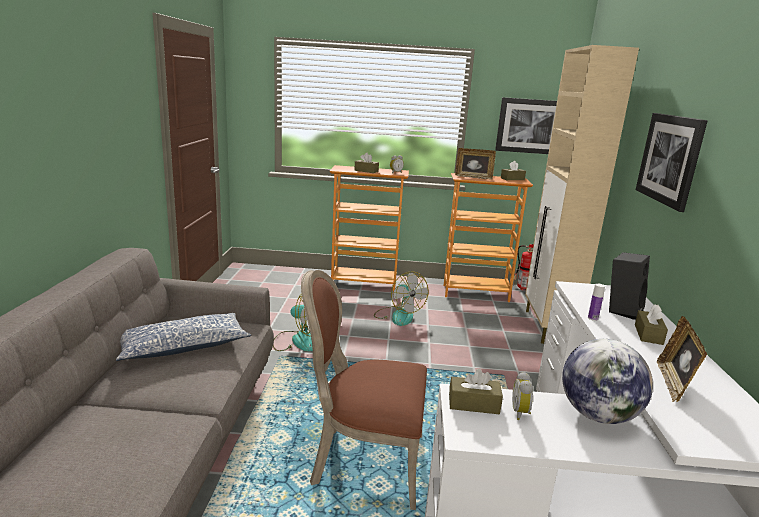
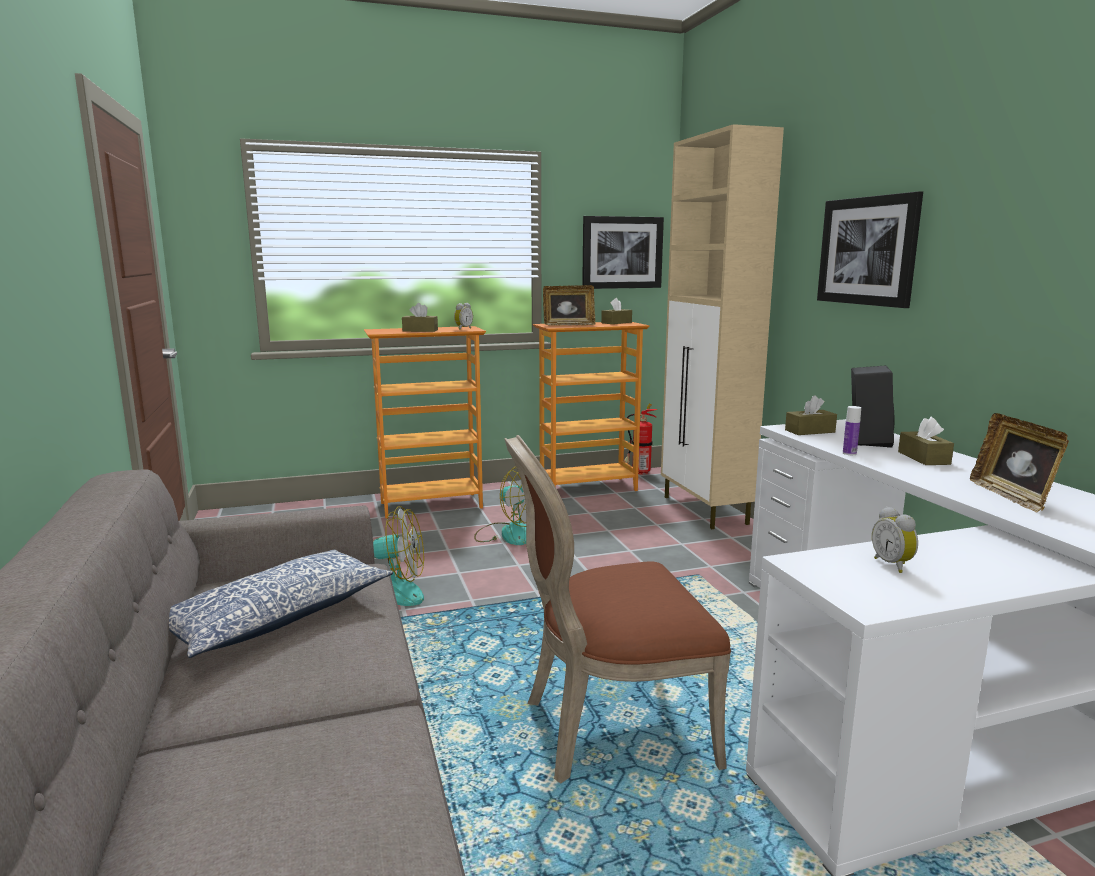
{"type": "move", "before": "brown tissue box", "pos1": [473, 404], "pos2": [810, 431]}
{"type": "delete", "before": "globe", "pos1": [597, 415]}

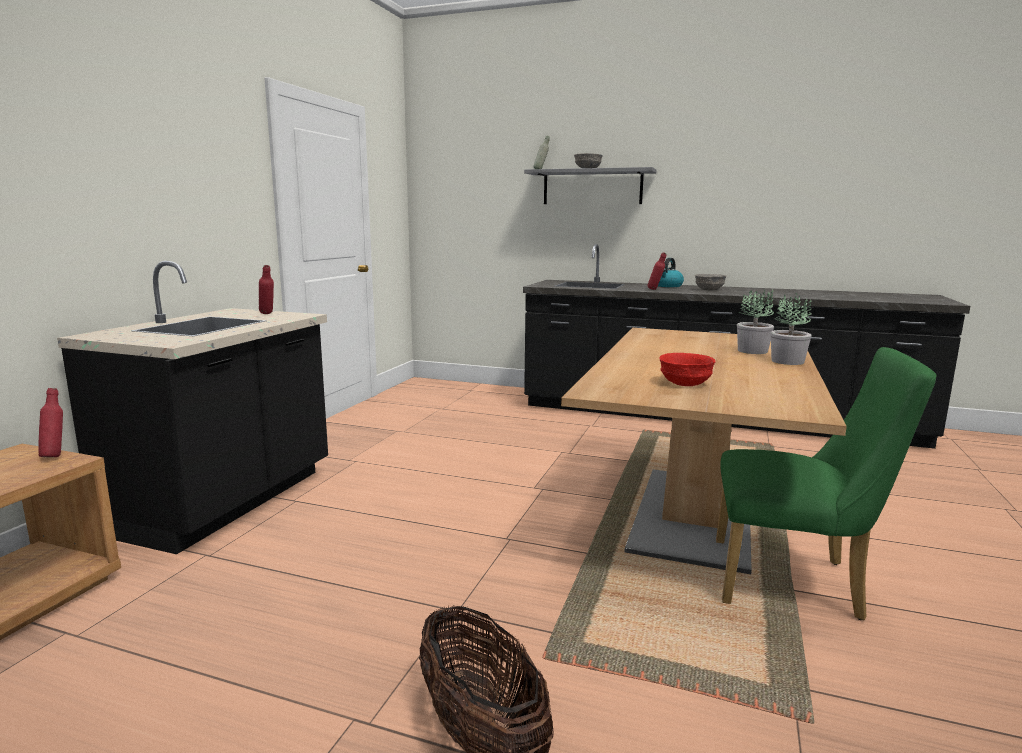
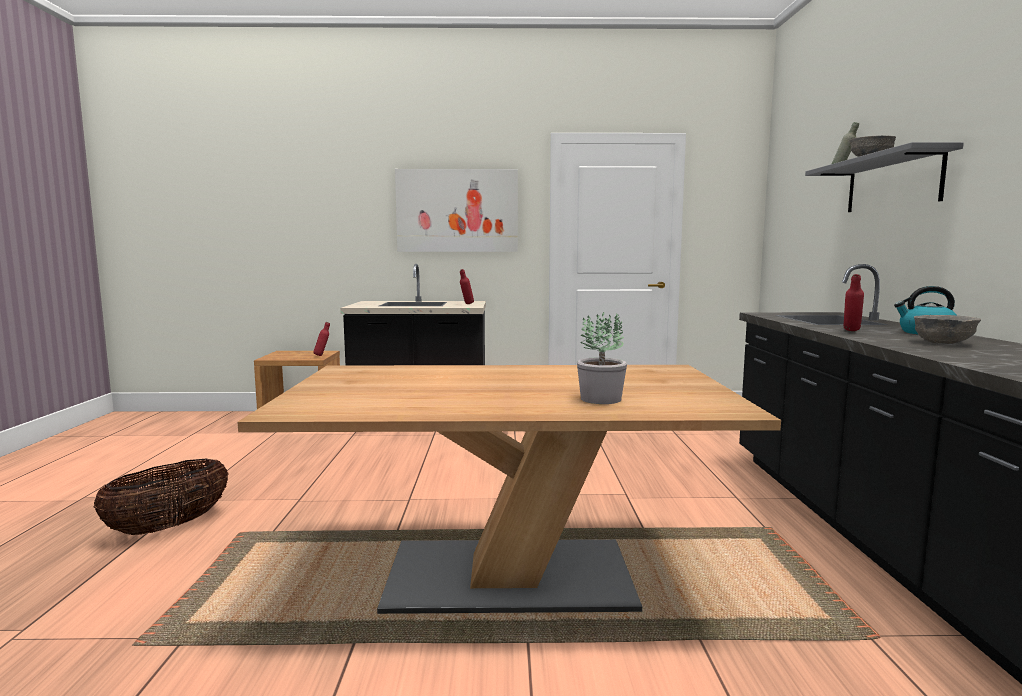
{"type": "insert", "after": "picture", "pos2": [457, 211]}
{"type": "delete", "before": "red bowl", "pos1": [686, 383]}
{"type": "delete", "before": "green chair", "pos1": [797, 583]}
{"type": "delete", "before": "potted plant", "pos1": [787, 361]}

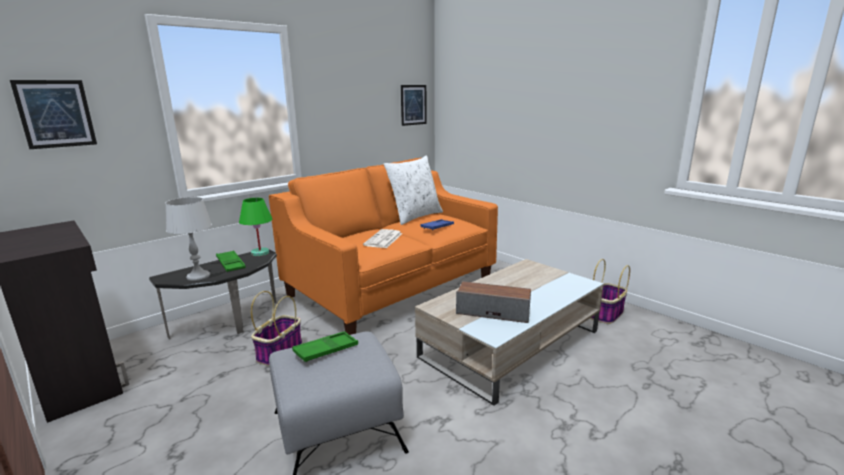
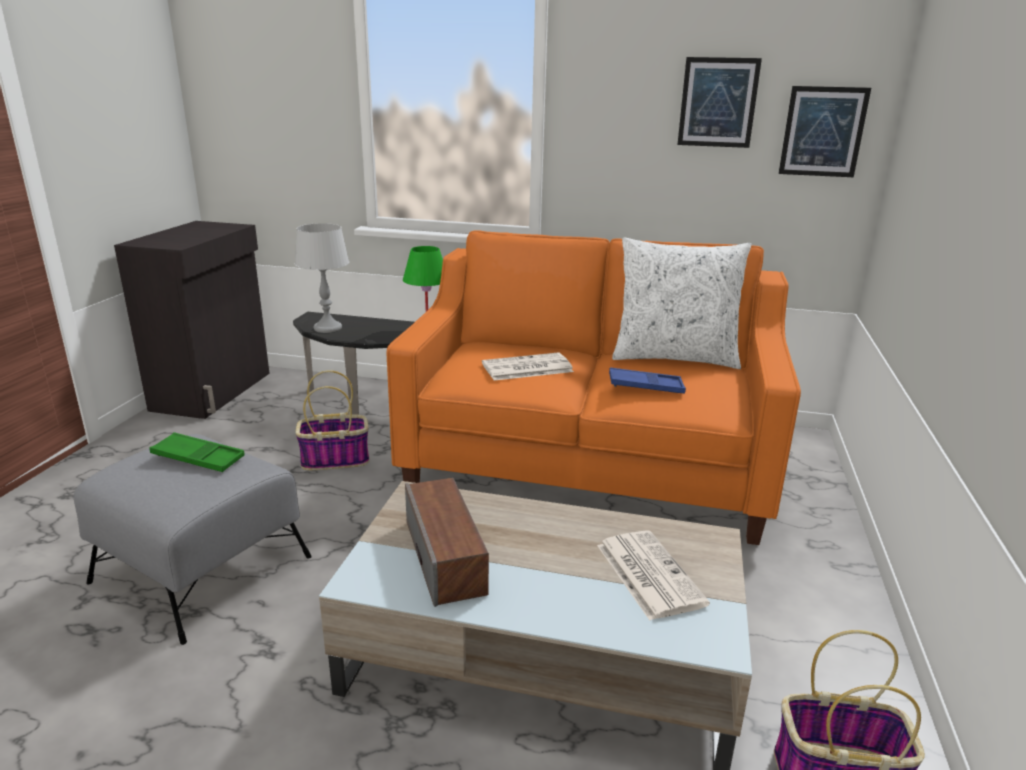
{"type": "insert", "after": "newspaper", "pos2": [647, 573]}
{"type": "move", "before": "picture", "pos1": [55, 114], "pos2": [718, 102]}
{"type": "delete", "before": "green tray", "pos1": [231, 264]}

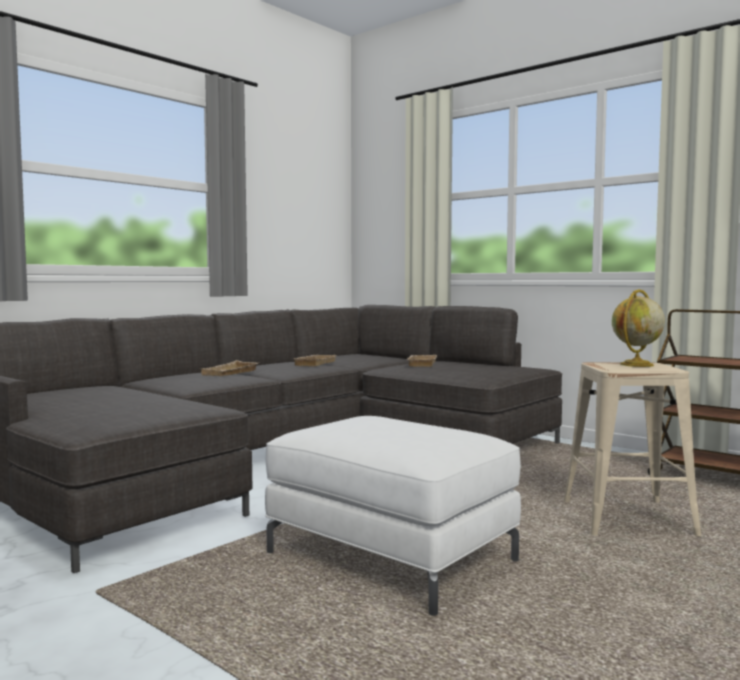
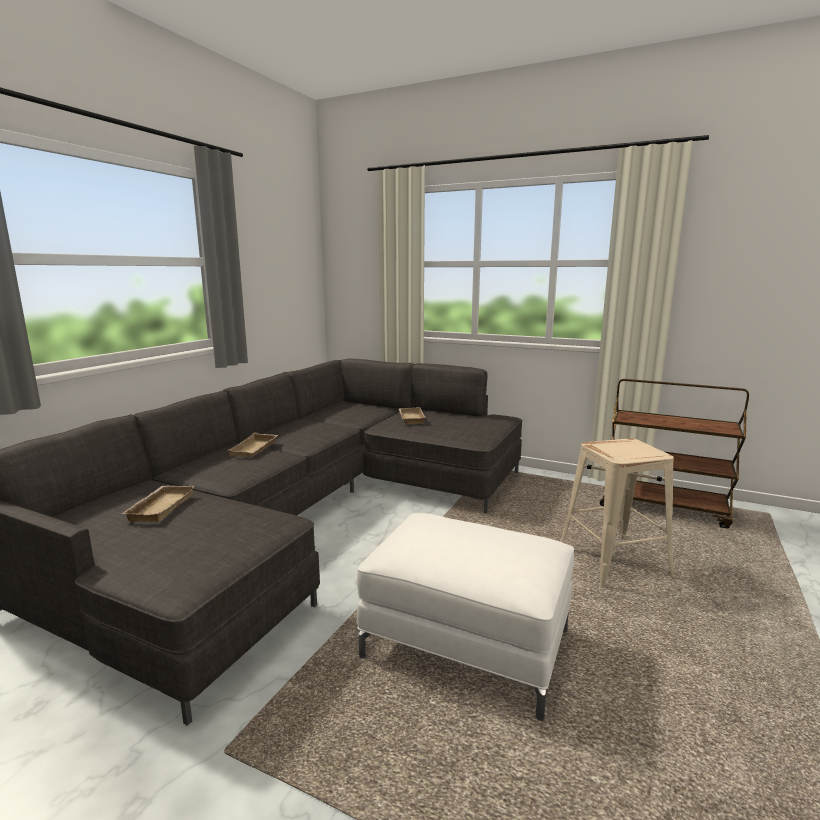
{"type": "move", "before": "beige tray", "pos1": [313, 363], "pos2": [159, 507]}
{"type": "delete", "before": "globe", "pos1": [636, 365]}

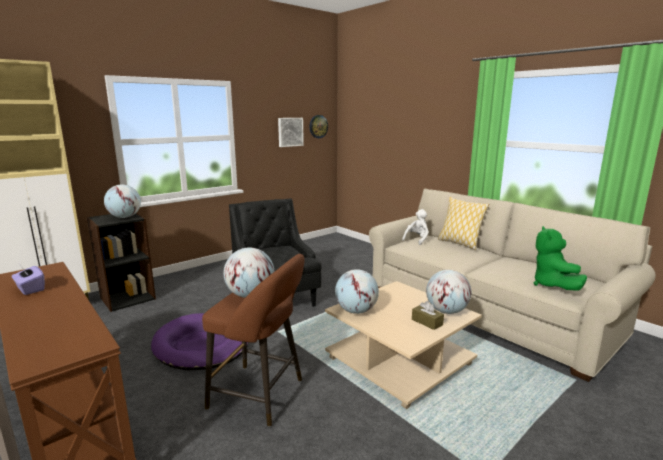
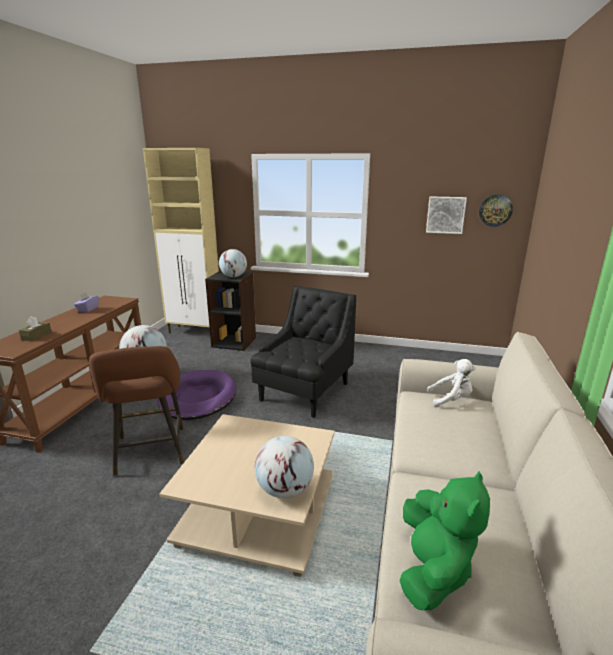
{"type": "move", "before": "brown tissue box", "pos1": [427, 322], "pos2": [36, 336]}
{"type": "rotate", "before": "green plush toy", "pos1": [552, 285], "pos2": [433, 570], "turn": 135}
{"type": "delete", "before": "globe", "pos1": [356, 311]}
{"type": "delete", "before": "pillow", "pos1": [459, 243]}

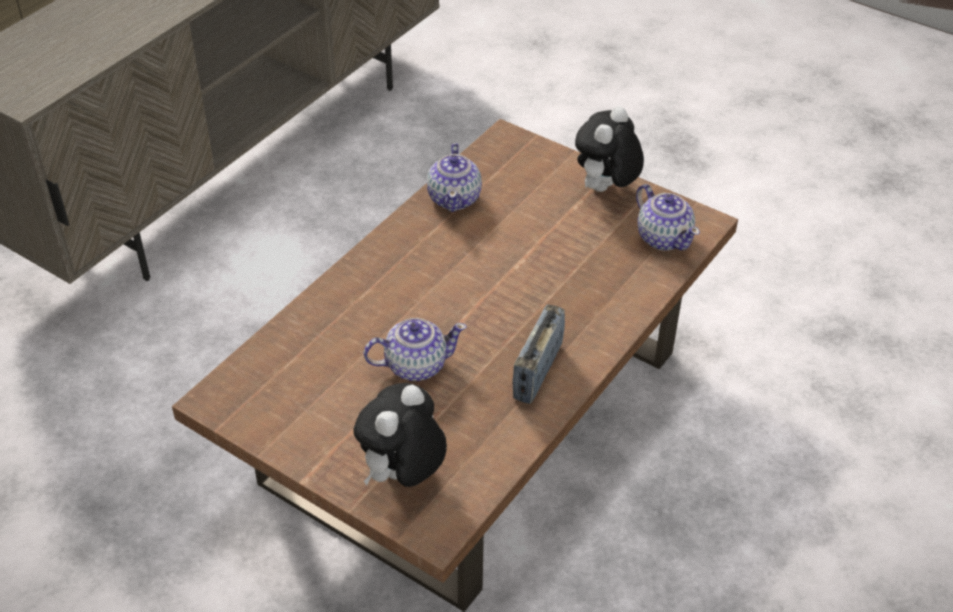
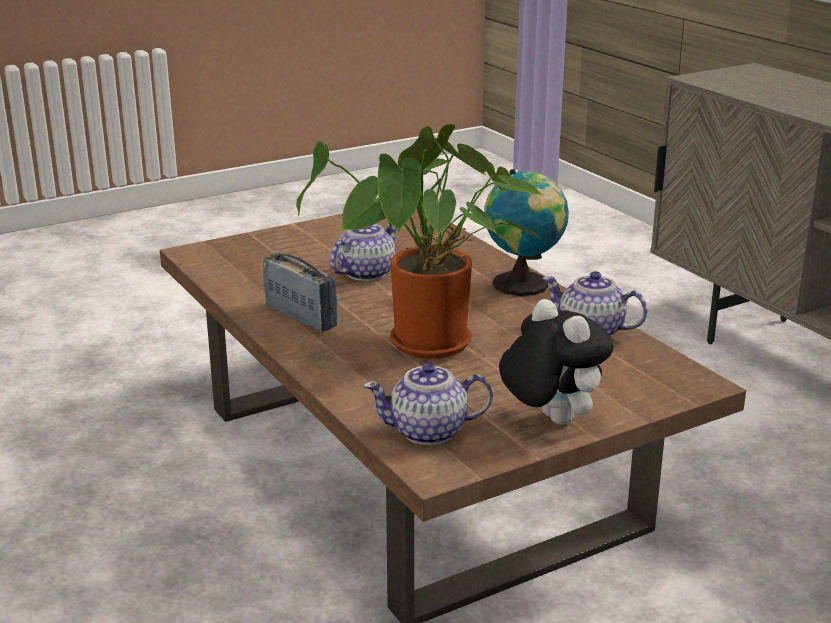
{"type": "insert", "after": "potted plant", "pos2": [427, 347]}
{"type": "rotate", "before": "teapot", "pos1": [415, 365], "pos2": [365, 273], "turn": -150}
{"type": "insert", "after": "globe", "pos2": [524, 285]}
{"type": "delete", "before": "plush toy", "pos1": [402, 476]}

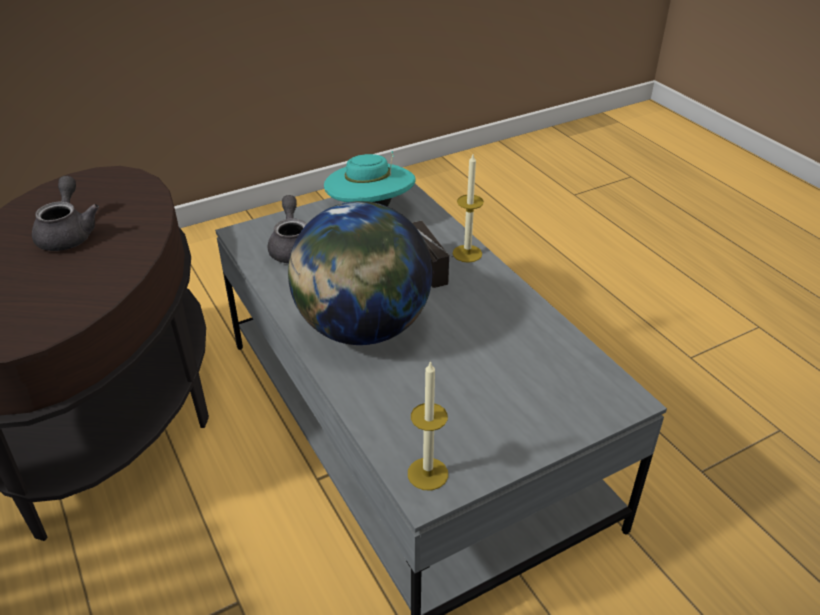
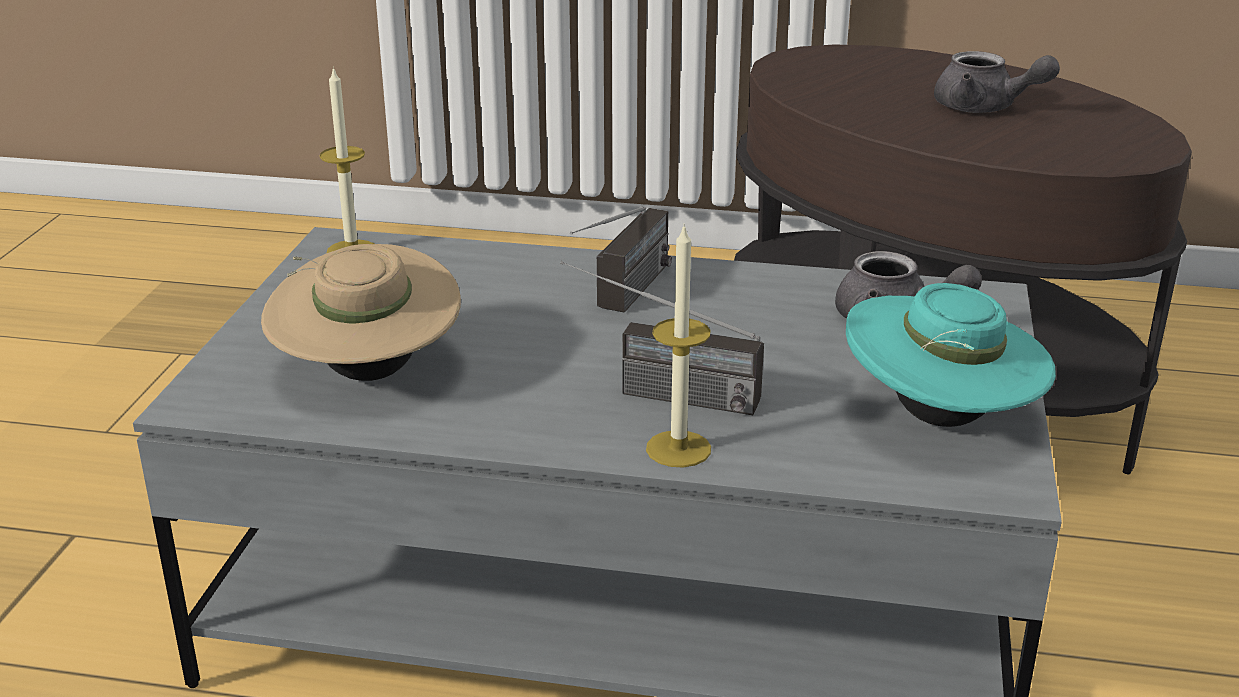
{"type": "insert", "after": "beige hat", "pos2": [367, 372]}
{"type": "replace", "before": "globe", "after": "radio", "pos1": [362, 328], "pos2": [624, 299]}

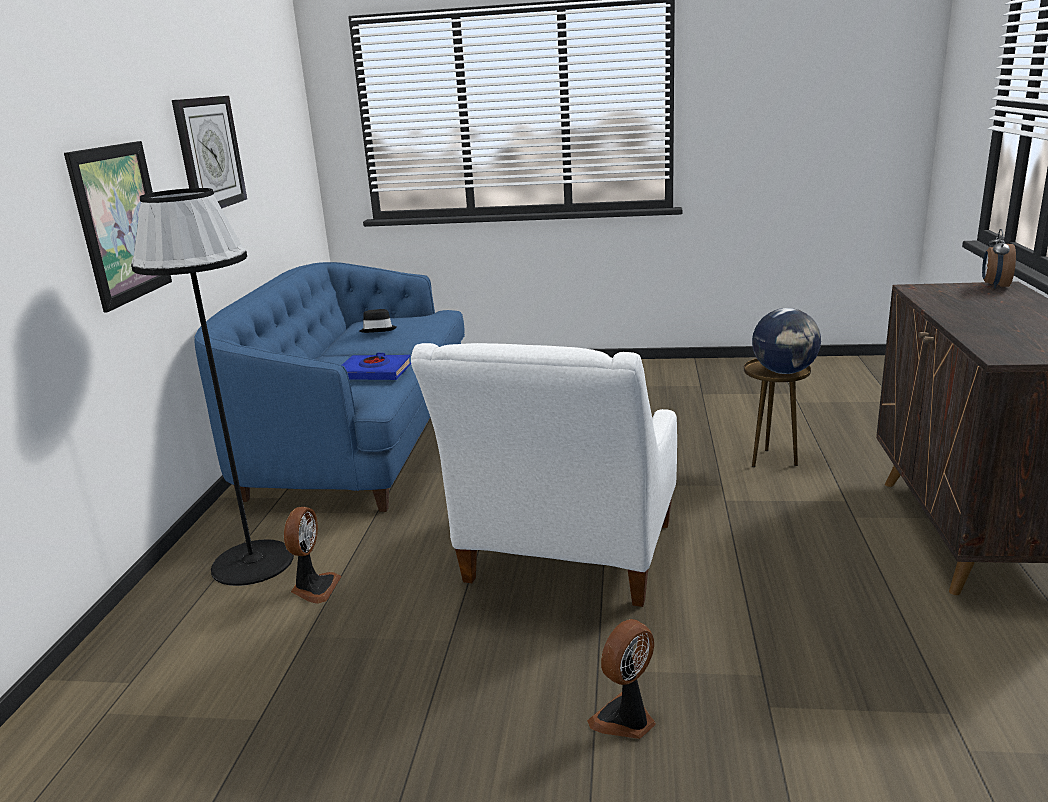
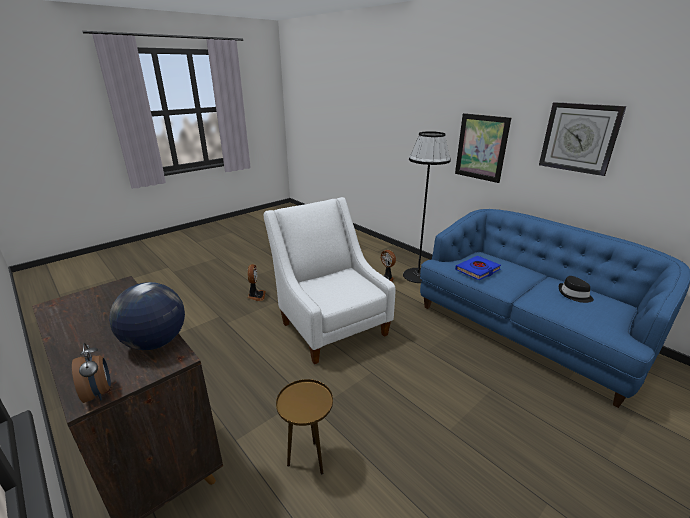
{"type": "move", "before": "globe", "pos1": [784, 372], "pos2": [155, 342]}

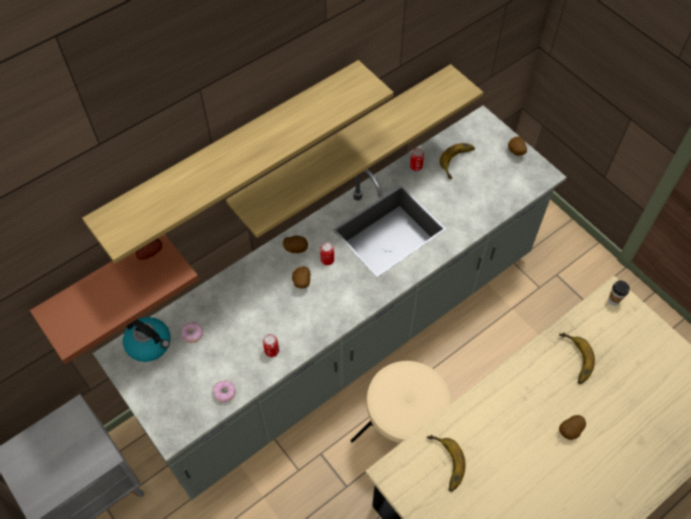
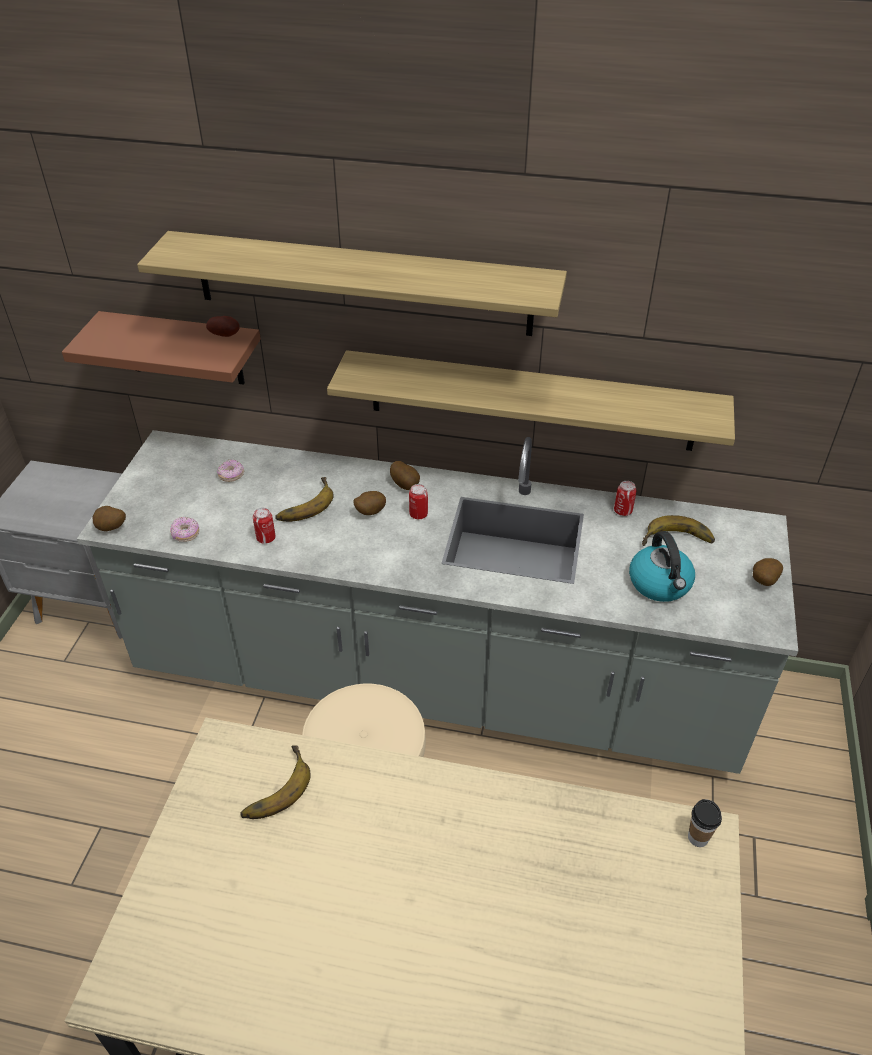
{"type": "move", "before": "potato", "pos1": [570, 431], "pos2": [111, 529]}
{"type": "move", "before": "banana", "pos1": [572, 359], "pos2": [303, 504]}
{"type": "move", "before": "kettle", "pos1": [150, 344], "pos2": [660, 584]}

